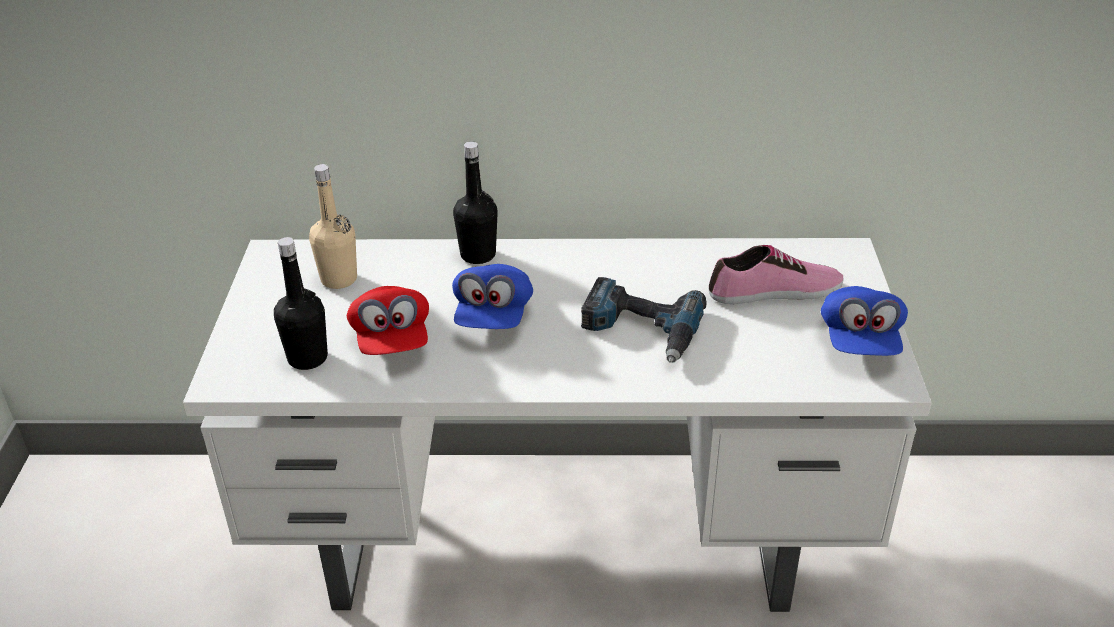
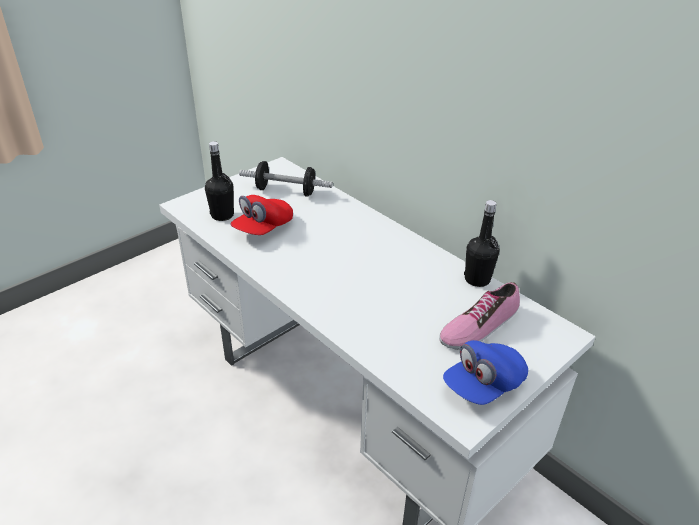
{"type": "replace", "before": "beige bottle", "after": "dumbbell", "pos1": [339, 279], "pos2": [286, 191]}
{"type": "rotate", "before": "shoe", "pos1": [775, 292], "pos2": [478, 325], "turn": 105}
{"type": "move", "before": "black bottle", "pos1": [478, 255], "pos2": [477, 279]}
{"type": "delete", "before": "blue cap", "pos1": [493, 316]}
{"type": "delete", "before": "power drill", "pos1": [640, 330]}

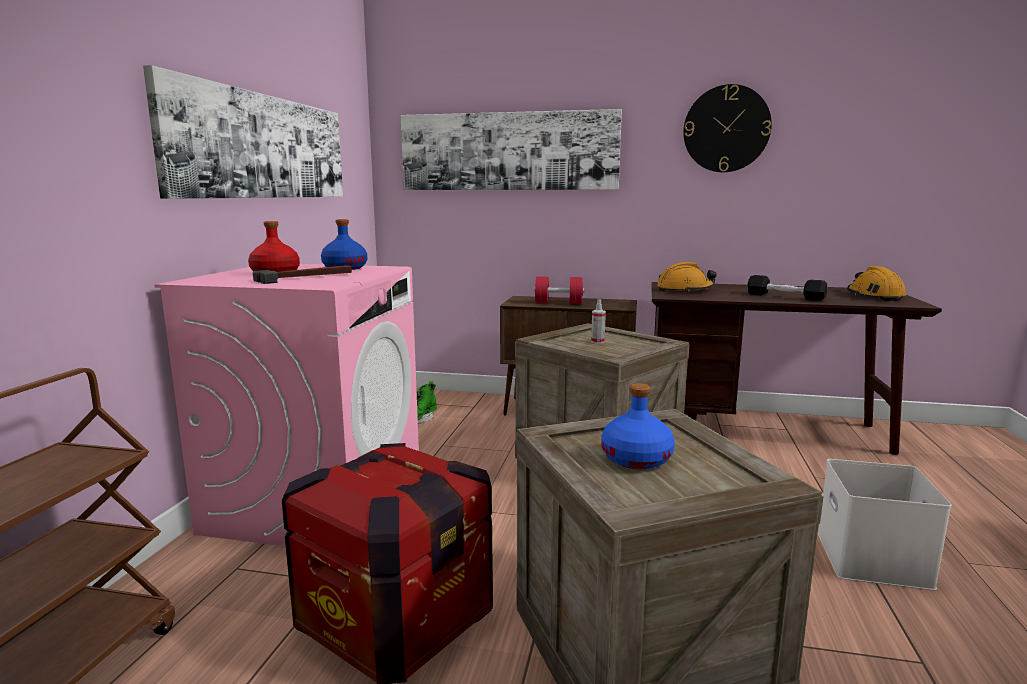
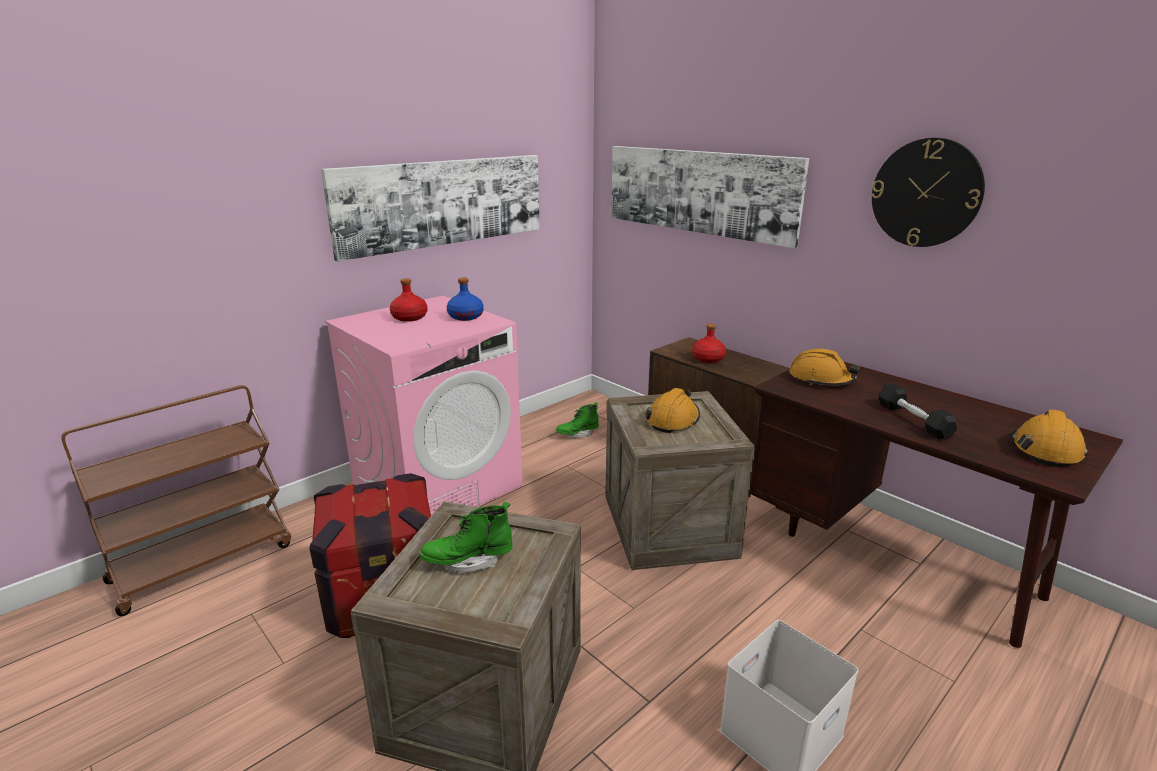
{"type": "replace", "before": "blue bottle", "after": "green boot", "pos1": [637, 459], "pos2": [468, 560]}
{"type": "replace", "before": "spray bottle", "after": "orange hard hat", "pos1": [597, 342], "pos2": [673, 420]}
{"type": "replace", "before": "red dumbbell", "after": "red bottle", "pos1": [558, 303], "pos2": [708, 359]}
{"type": "delete", "before": "hammer", "pos1": [305, 277]}

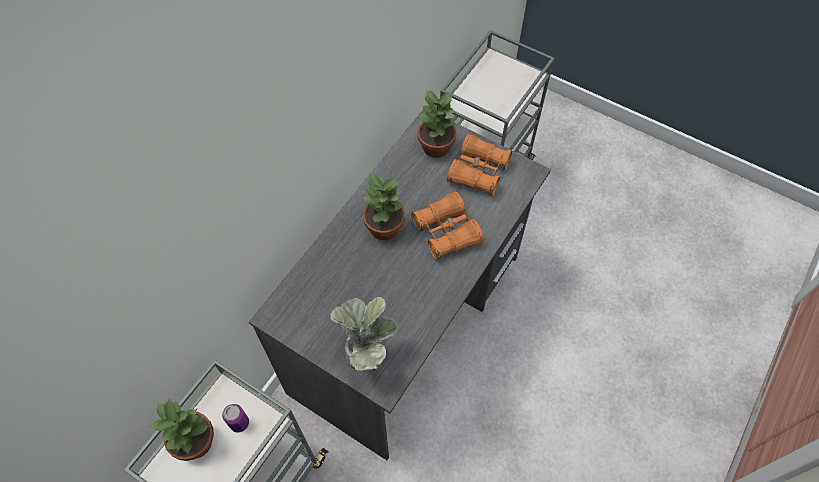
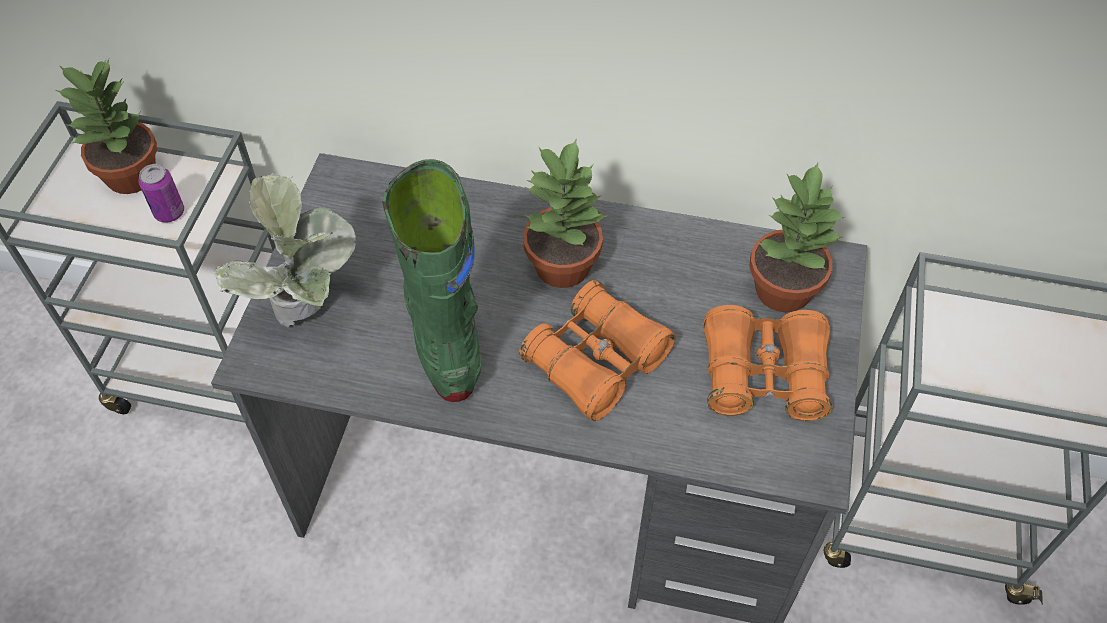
{"type": "insert", "after": "green boot", "pos2": [444, 335]}

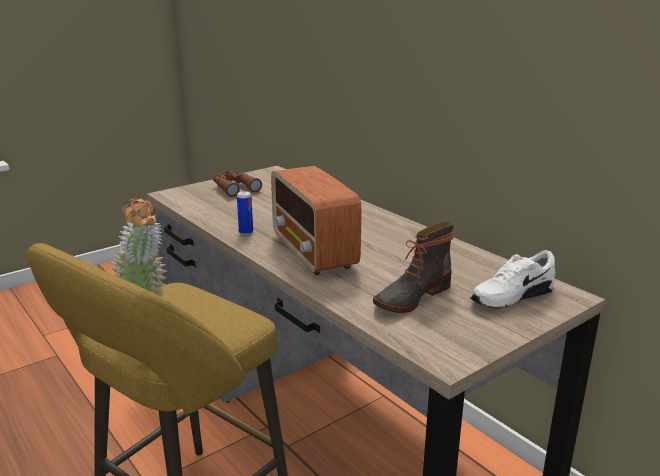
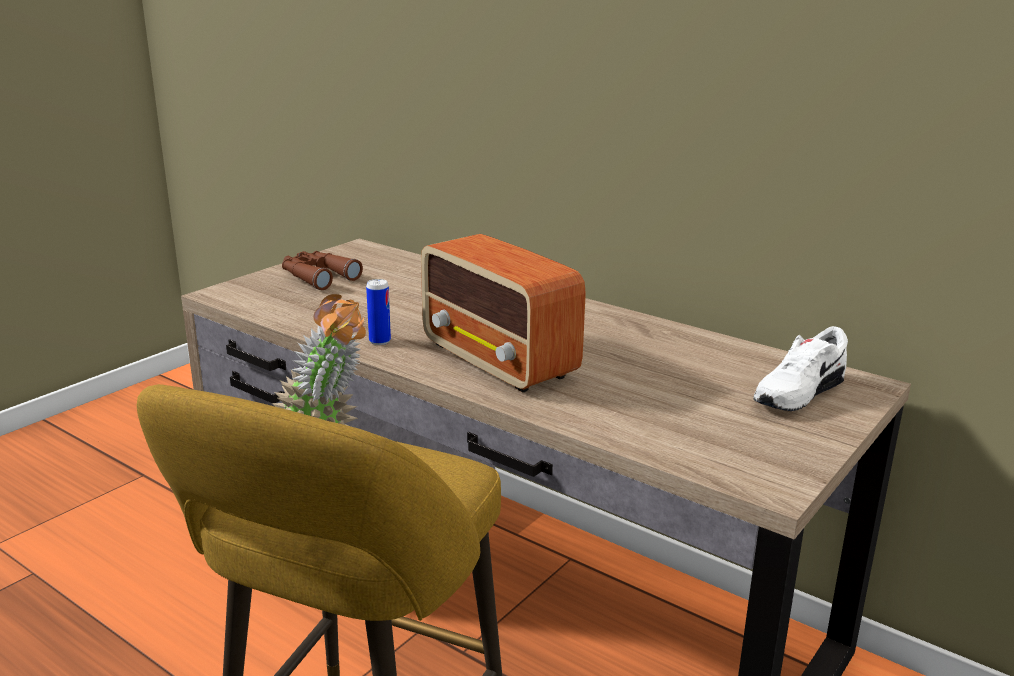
{"type": "delete", "before": "boot", "pos1": [411, 296]}

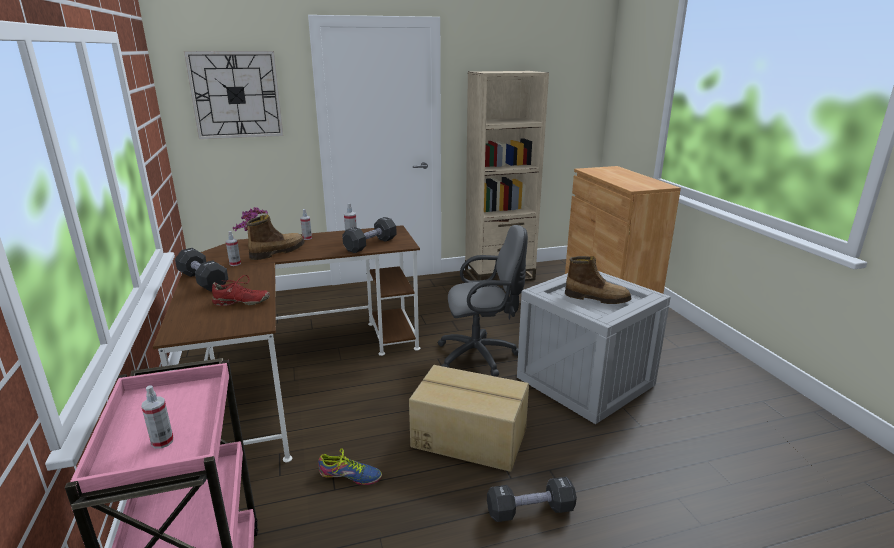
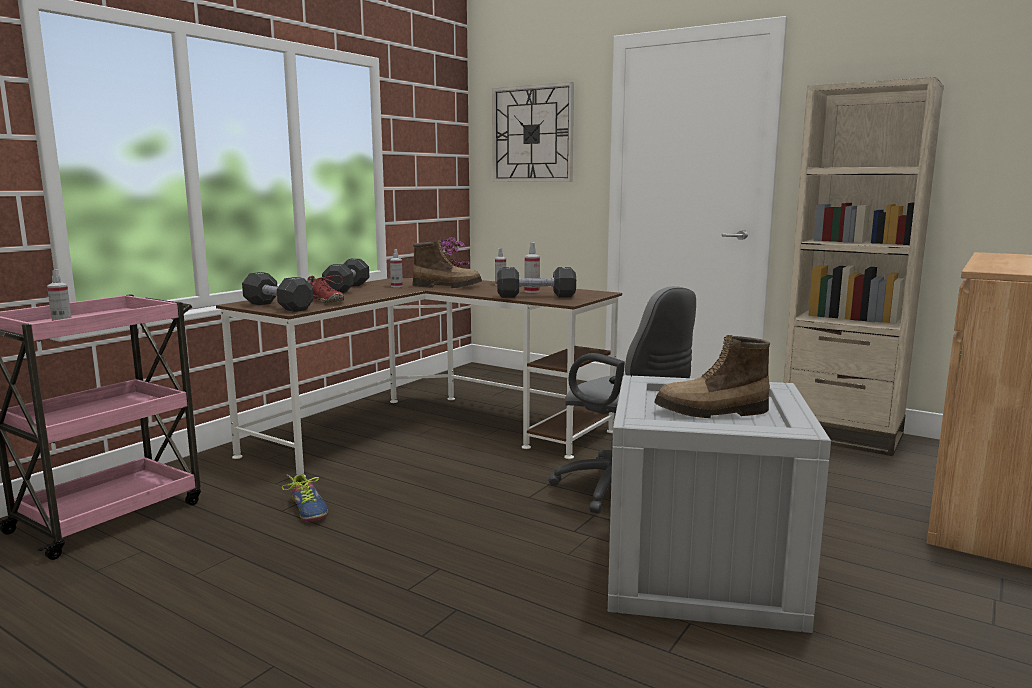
{"type": "move", "before": "black dumbbell", "pos1": [530, 511], "pos2": [278, 307]}
{"type": "rotate", "before": "boot", "pos1": [597, 298], "pos2": [712, 412], "turn": 105}
{"type": "delete", "before": "cardboard box", "pos1": [469, 437]}

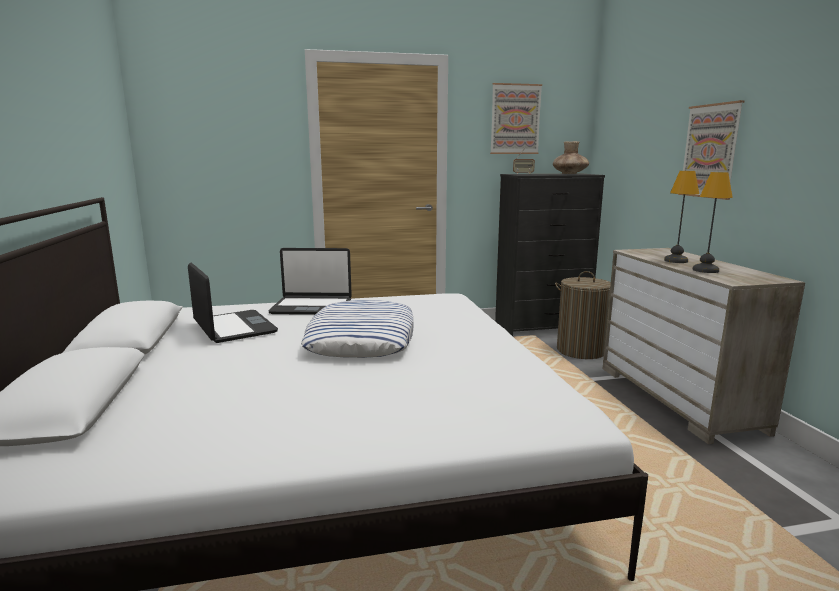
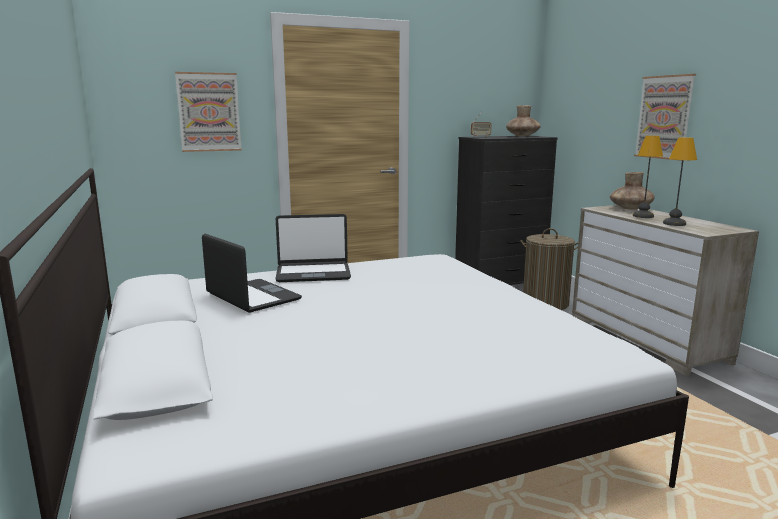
{"type": "move", "before": "picture", "pos1": [515, 119], "pos2": [209, 112]}
{"type": "insert", "after": "brown vase", "pos2": [630, 208]}
{"type": "delete", "before": "pillow", "pos1": [361, 338]}

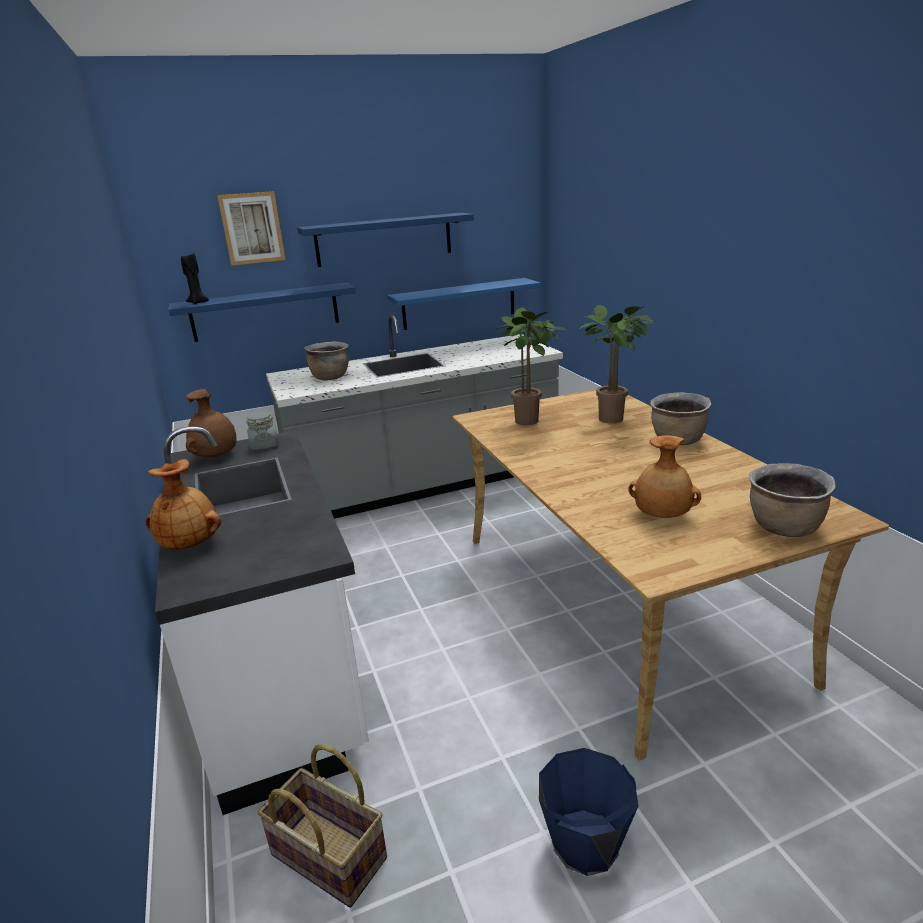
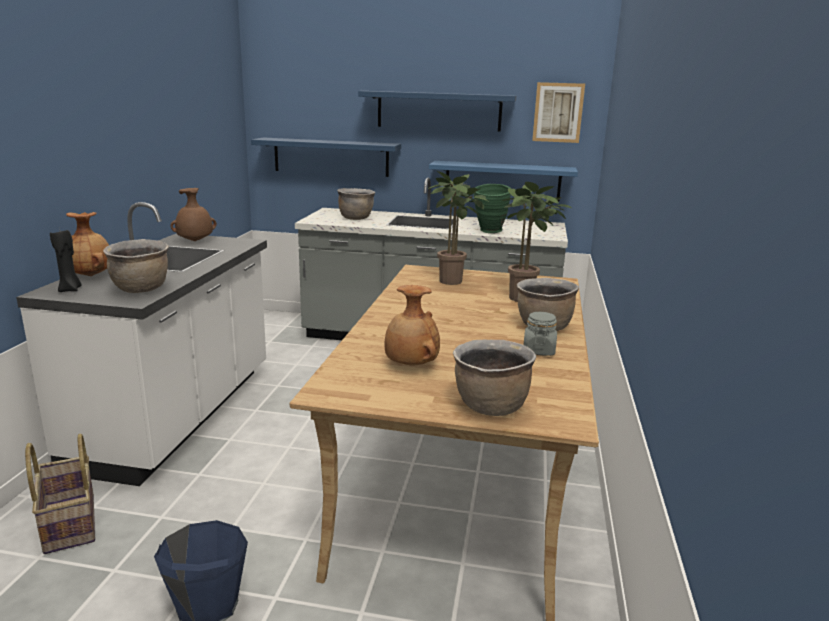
{"type": "move", "before": "black candle", "pos1": [198, 302], "pos2": [70, 289]}
{"type": "insert", "after": "brown cooking pot", "pos2": [141, 289]}
{"type": "insert", "after": "green vase", "pos2": [489, 232]}
{"type": "move", "before": "grey jar", "pos1": [264, 445], "pos2": [539, 350]}
{"type": "move", "before": "picture", "pos1": [252, 228], "pos2": [558, 112]}

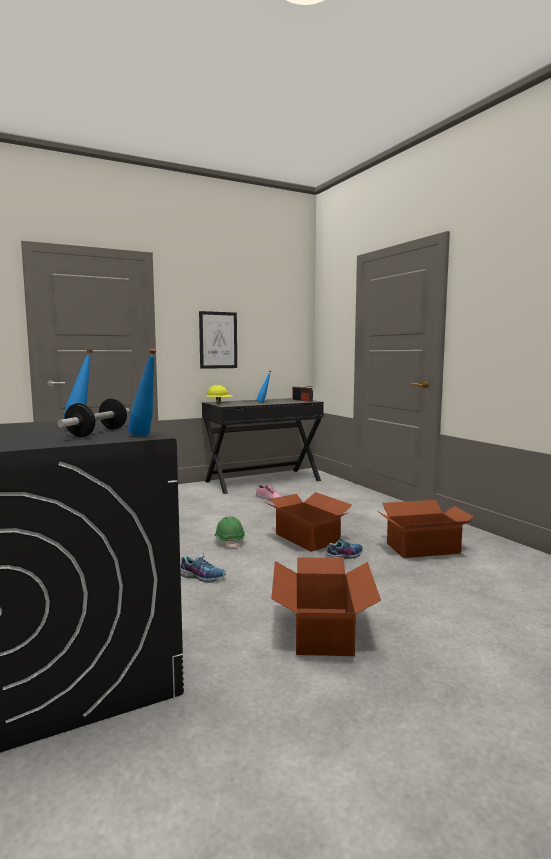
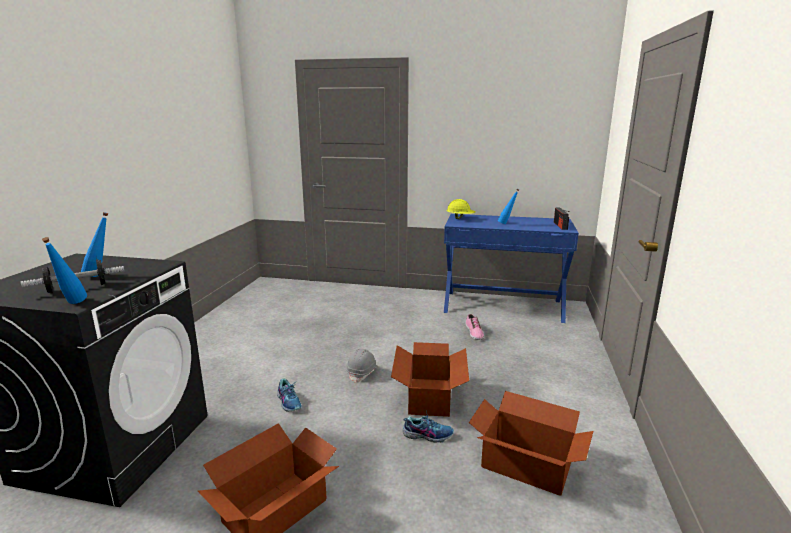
{"type": "recolor", "before": "green hard hat", "after": "grey hard hat", "pos1": [229, 542], "pos2": [362, 372]}
{"type": "recolor", "before": "black desk", "after": "blue desk", "pos1": [263, 481], "pos2": [503, 306]}
{"type": "delete", "before": "picture", "pos1": [218, 340]}

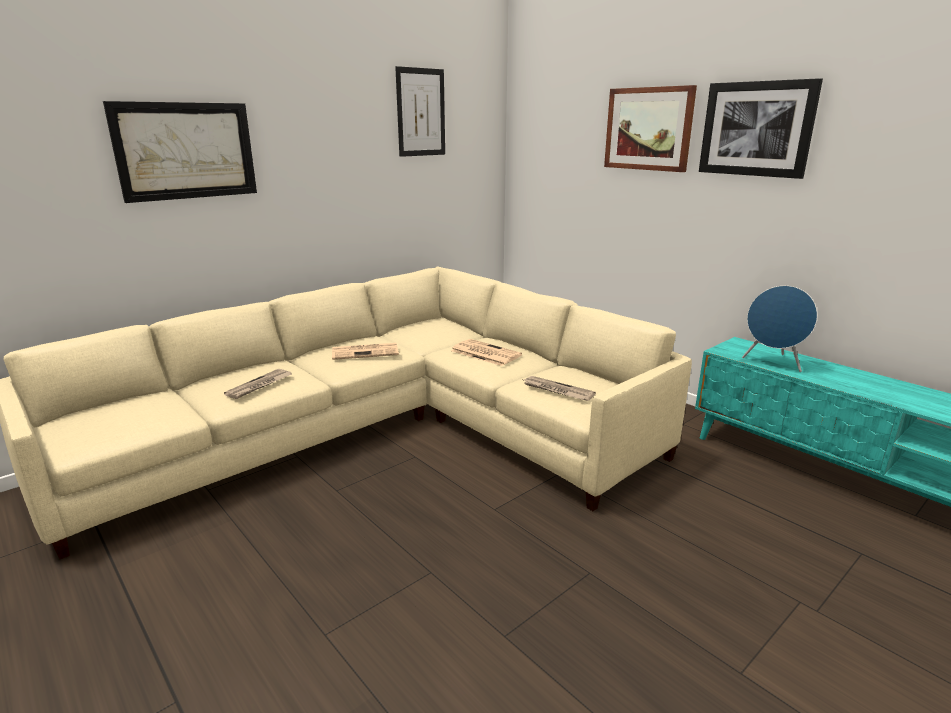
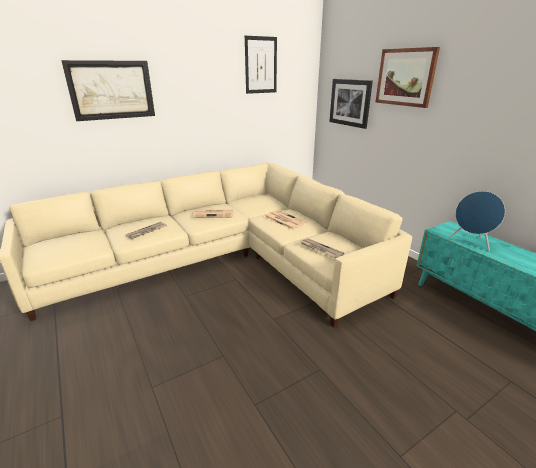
{"type": "move", "before": "picture", "pos1": [756, 129], "pos2": [350, 103]}

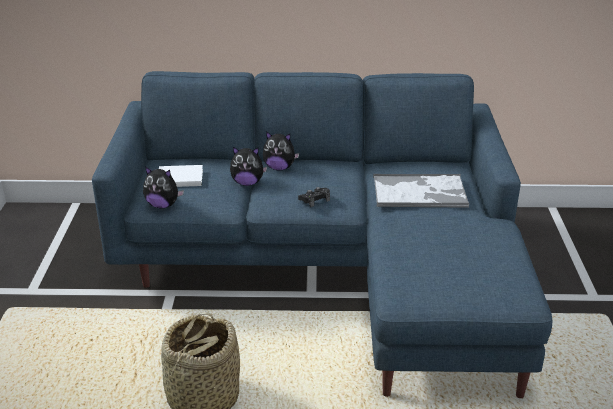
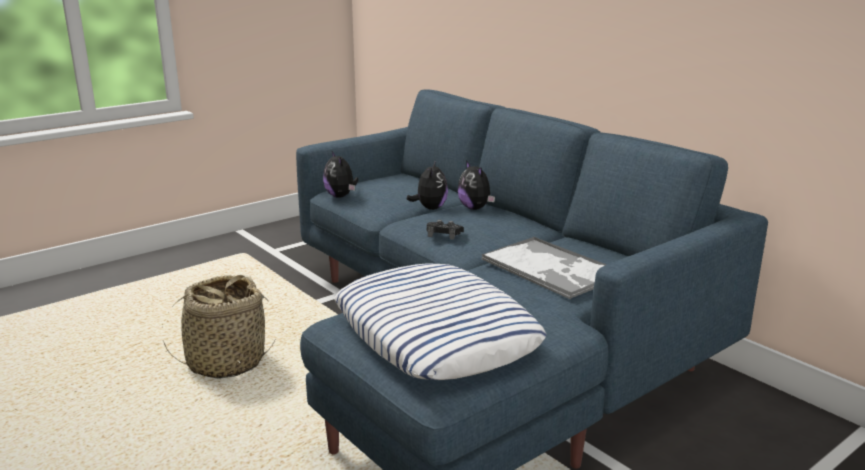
{"type": "insert", "after": "pillow", "pos2": [434, 333]}
{"type": "rotate", "before": "plush toy", "pos1": [247, 183], "pos2": [430, 208], "turn": -135}
{"type": "delete", "before": "white book", "pos1": [179, 178]}

